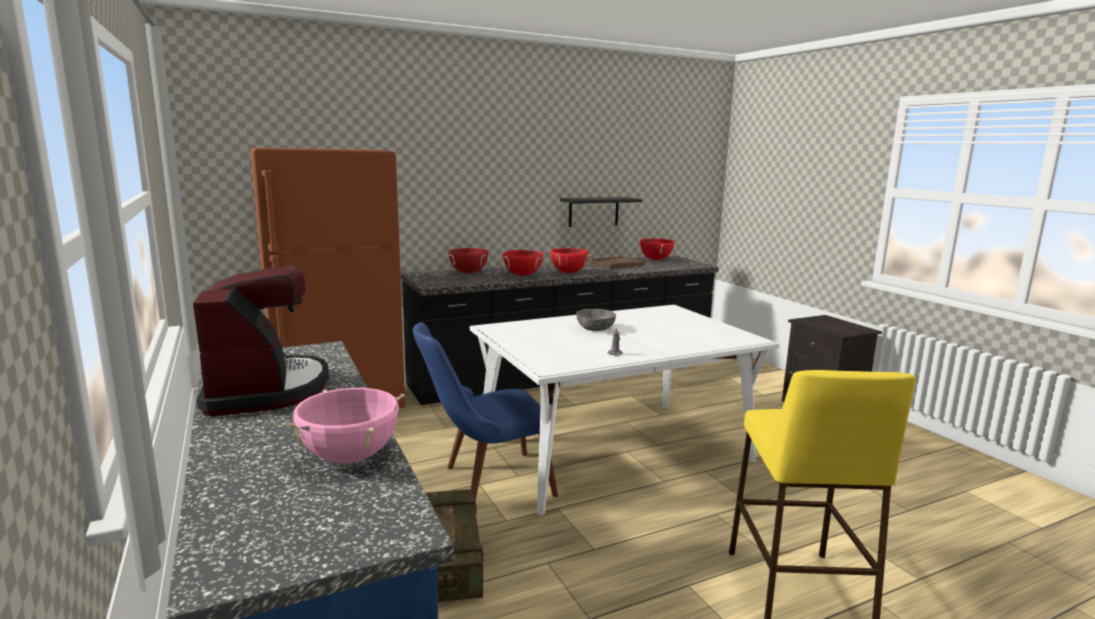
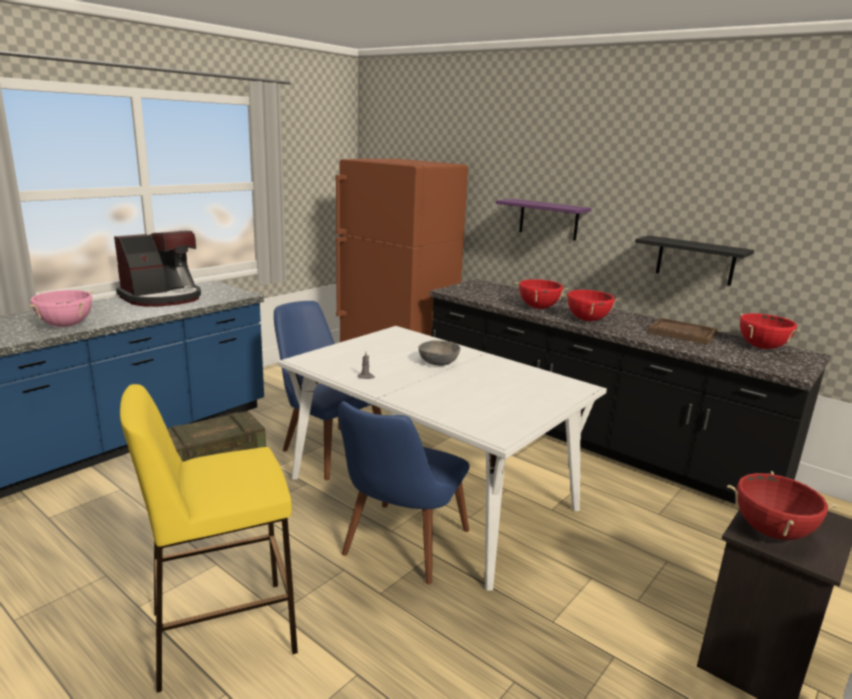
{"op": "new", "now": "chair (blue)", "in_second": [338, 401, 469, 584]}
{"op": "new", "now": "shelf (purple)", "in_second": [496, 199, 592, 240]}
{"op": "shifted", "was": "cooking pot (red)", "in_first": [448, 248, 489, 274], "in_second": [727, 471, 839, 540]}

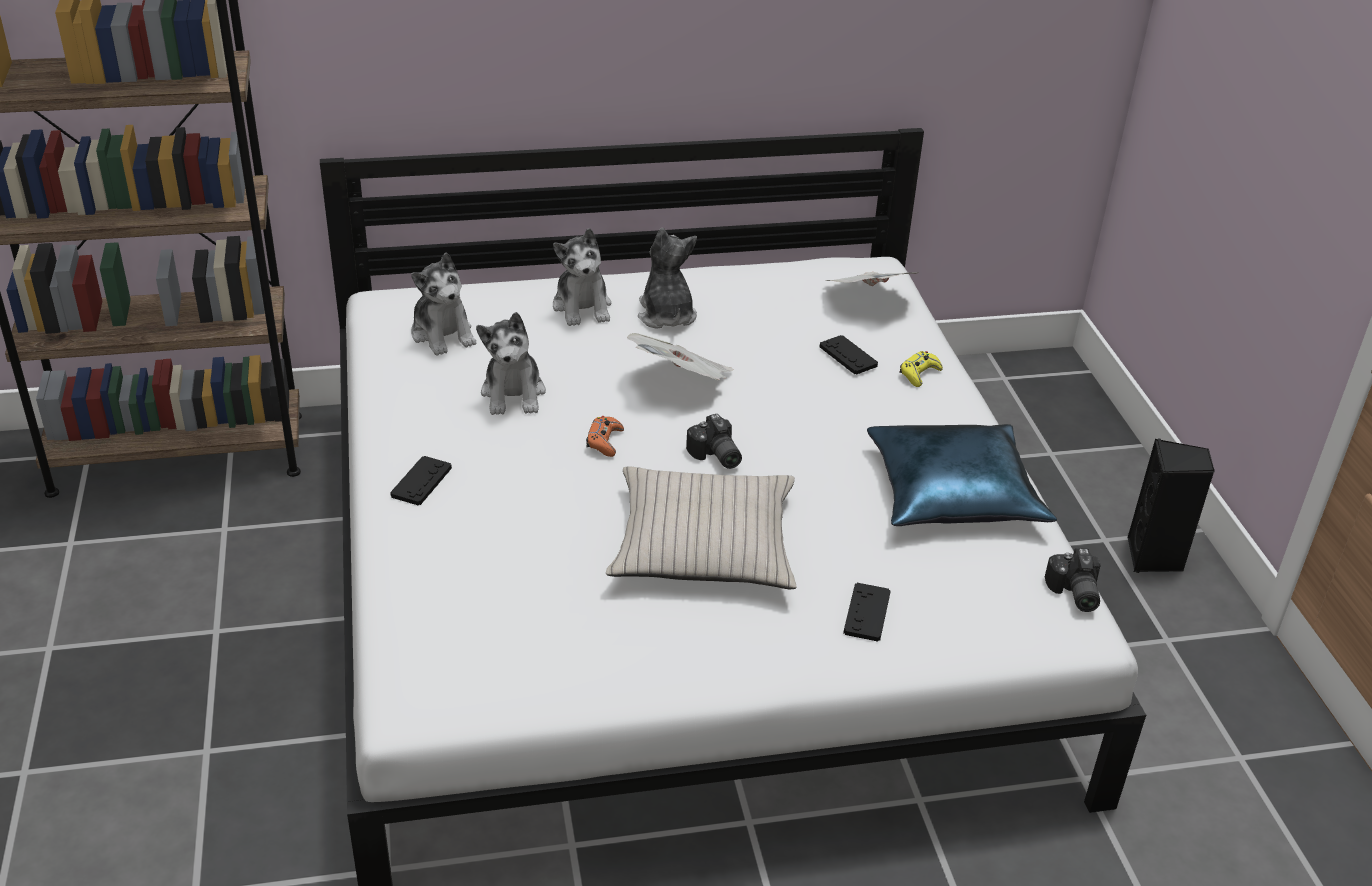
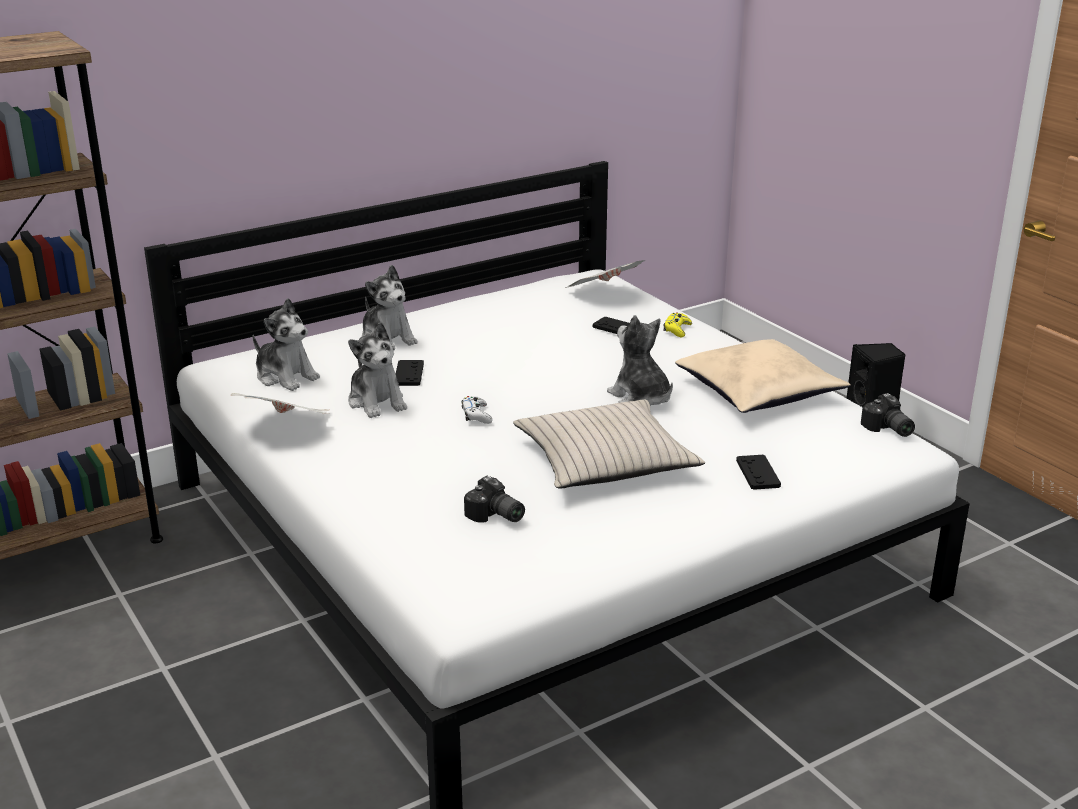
{"op": "shifted", "was": "newspaper", "in_first": [627, 333, 734, 381], "in_second": [231, 393, 329, 414]}
{"op": "shifted", "was": "game controller (black)", "in_first": [390, 456, 452, 505], "in_second": [396, 360, 424, 386]}
{"op": "repainted", "was": "game controller (orange)", "now": "game controller (white)", "in_first": [586, 416, 624, 457], "in_second": [461, 396, 492, 424]}
{"op": "shifted", "was": "photo camera", "in_first": [686, 414, 742, 469], "in_second": [464, 476, 525, 523]}
{"op": "shifted", "was": "plush toy", "in_first": [638, 228, 697, 329], "in_second": [607, 315, 673, 405]}
{"op": "repainted", "was": "pillow (blue)", "now": "pillow (beige)", "in_first": [867, 424, 1057, 526], "in_second": [675, 339, 851, 413]}

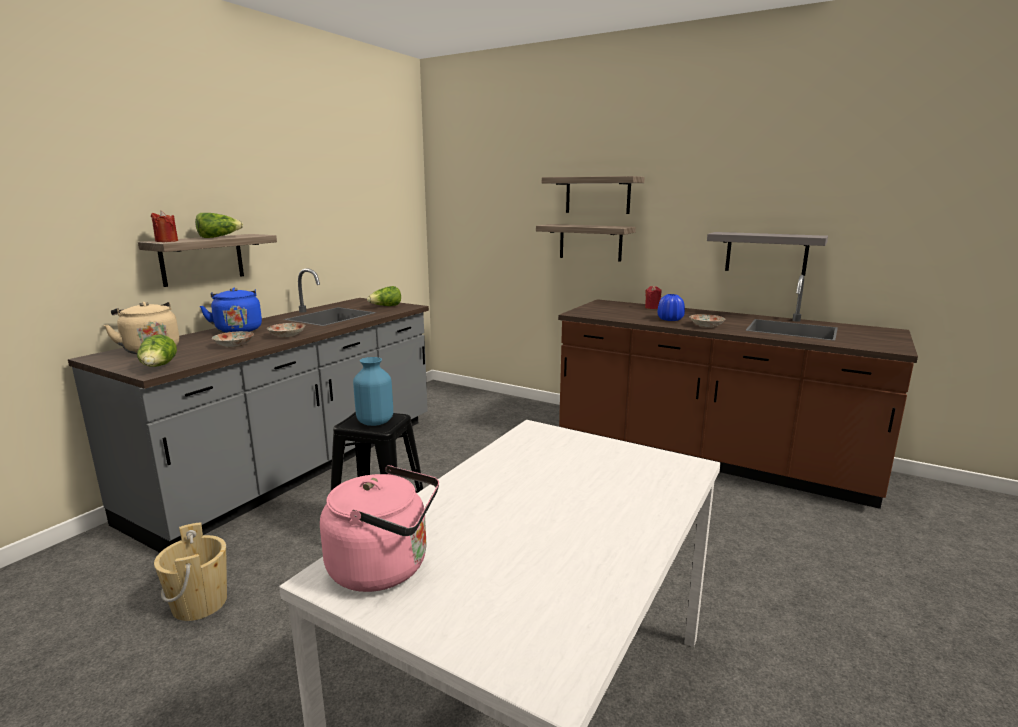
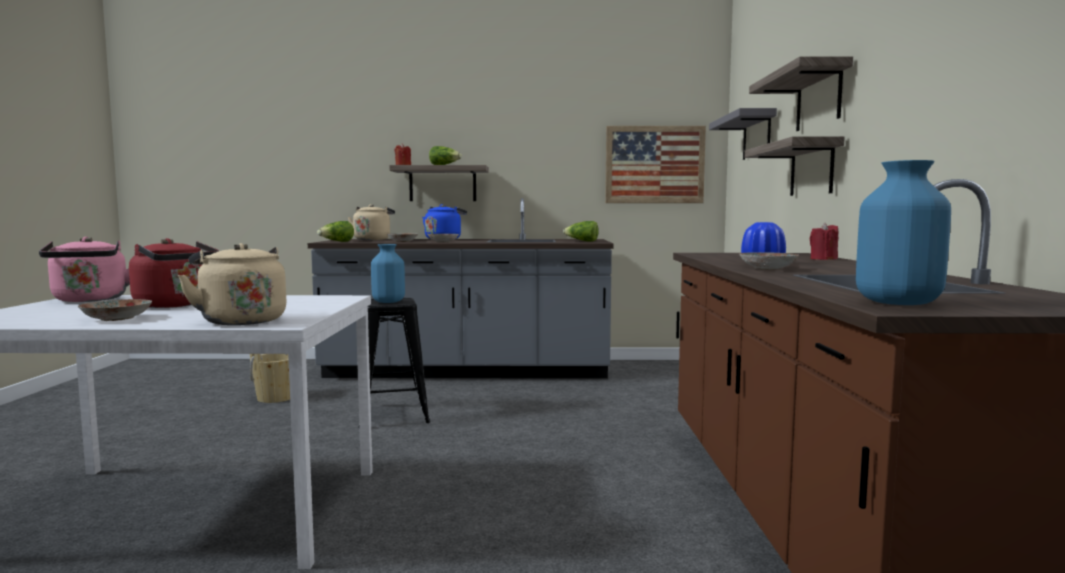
{"op": "new", "now": "plate", "in_second": [78, 299, 152, 321]}
{"op": "new", "now": "kettle (red)", "in_second": [129, 238, 219, 308]}
{"op": "new", "now": "kettle (beige)", "in_second": [178, 243, 286, 325]}
{"op": "new", "now": "picture", "in_second": [605, 126, 706, 203]}
{"op": "shifted", "was": "shelf (grey)", "in_first": [707, 232, 828, 276], "in_second": [709, 108, 777, 160]}
{"op": "new", "now": "vase (blue)", "in_second": [856, 160, 951, 305]}

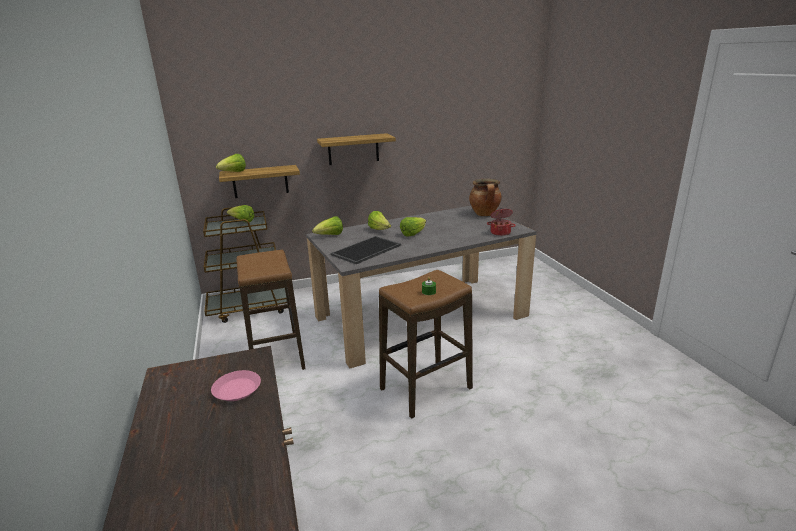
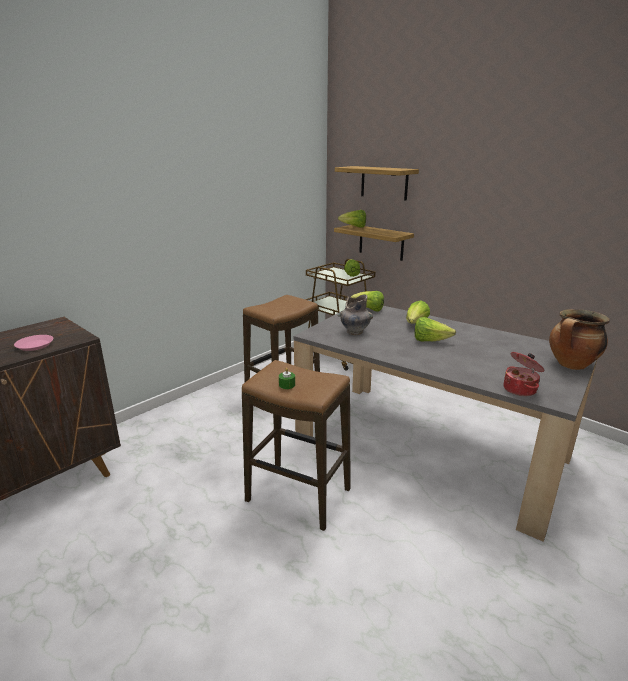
{"op": "shifted", "was": "shelf", "in_first": [317, 133, 396, 165], "in_second": [335, 166, 419, 201]}
{"op": "swapped", "was": "tray", "now": "vase (grey)", "in_first": [331, 236, 401, 264], "in_second": [337, 294, 373, 335]}

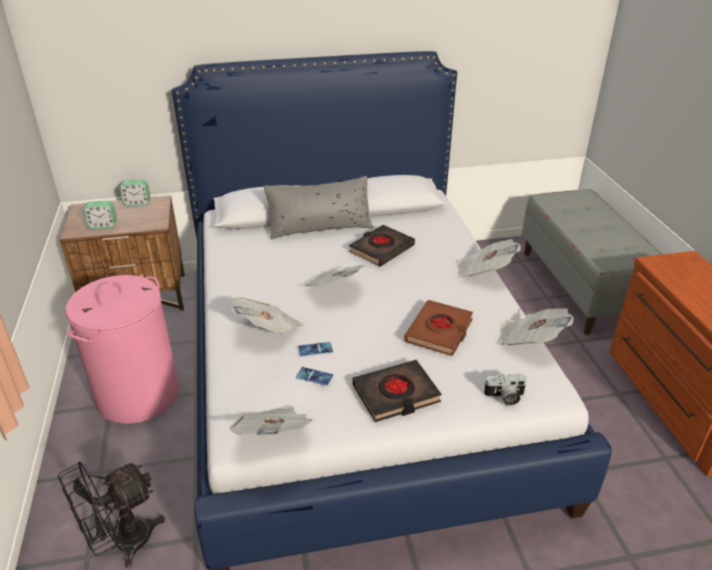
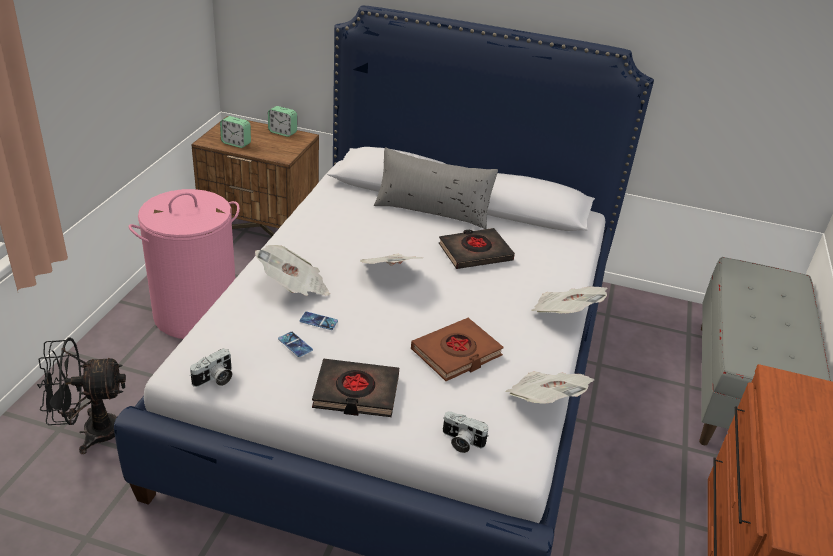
{"op": "swapped", "was": "newspaper", "now": "photo camera", "in_first": [230, 405, 312, 438], "in_second": [190, 348, 233, 387]}

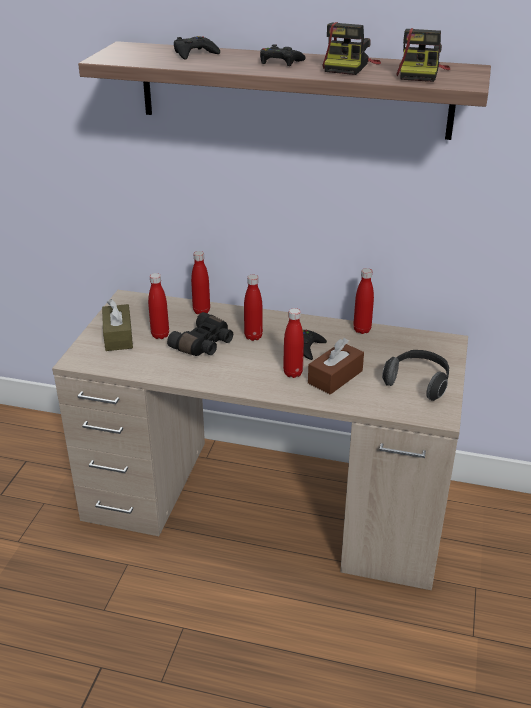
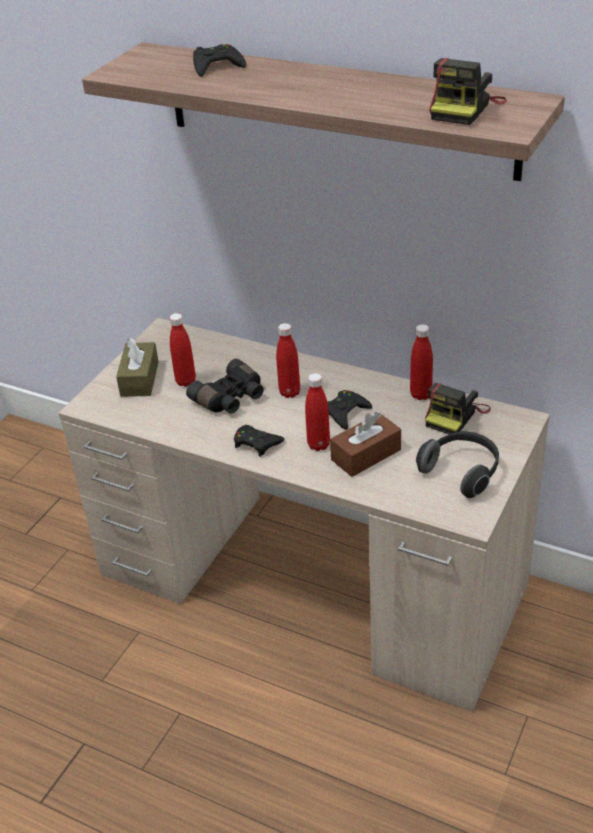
{"op": "shifted", "was": "game controller (black)", "in_first": [260, 44, 306, 66], "in_second": [234, 425, 284, 457]}
{"op": "shifted", "was": "photo camera", "in_first": [322, 22, 381, 75], "in_second": [425, 383, 491, 434]}
{"op": "gone", "was": "bottle (red)", "in_first": [191, 251, 210, 314]}

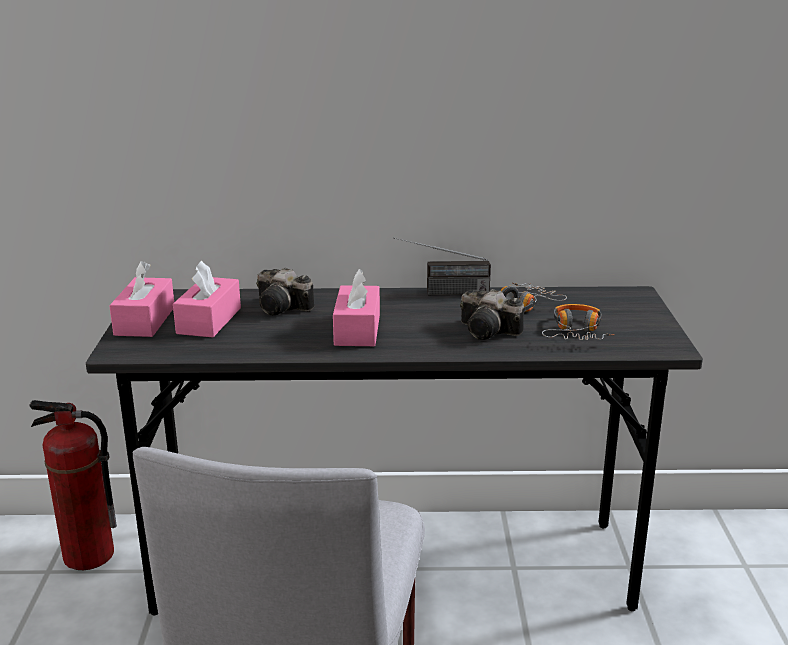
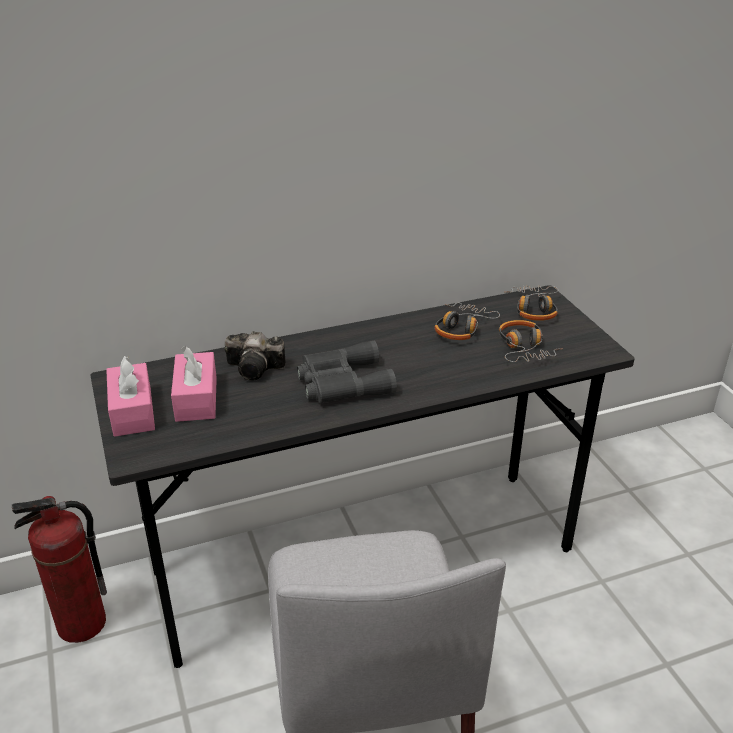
{"op": "swapped", "was": "tissue box (pink)", "now": "binoculars (grey)", "in_first": [333, 269, 380, 346], "in_second": [297, 341, 397, 403]}
{"op": "new", "now": "headphones", "in_second": [504, 285, 559, 321]}
{"op": "gone", "was": "radio", "in_first": [393, 238, 491, 295]}
{"op": "gone", "was": "photo camera", "in_first": [460, 289, 524, 340]}

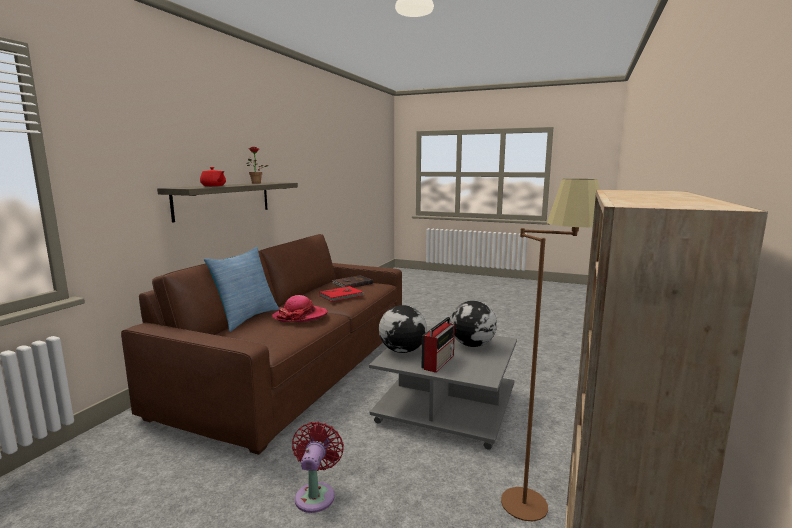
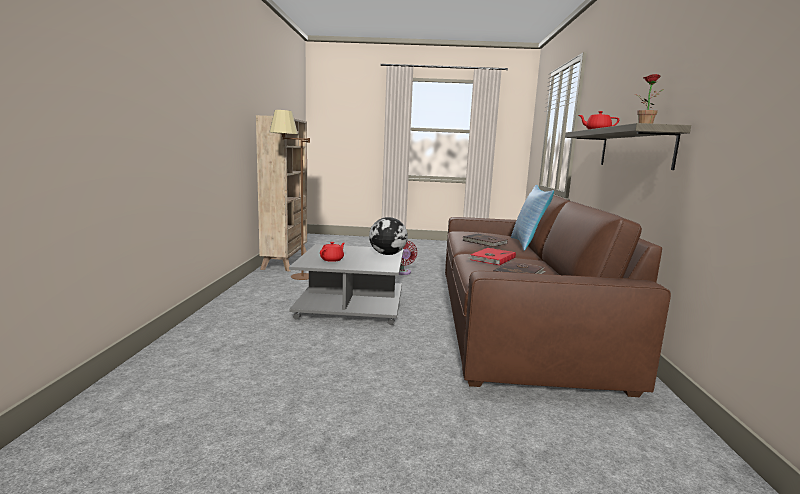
{"op": "swapped", "was": "globe", "now": "teapot (red)", "in_first": [450, 301, 497, 347], "in_second": [320, 242, 345, 262]}
{"op": "swapped", "was": "hat", "now": "book (brown)", "in_first": [272, 295, 328, 322], "in_second": [462, 234, 508, 247]}
{"op": "gone", "was": "radio", "in_first": [421, 317, 455, 373]}

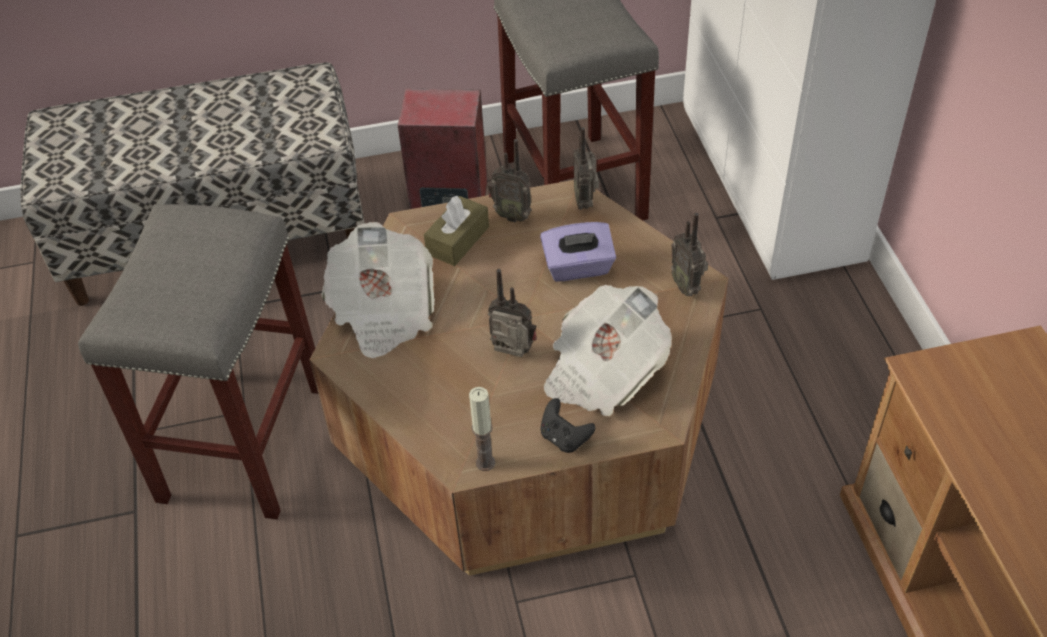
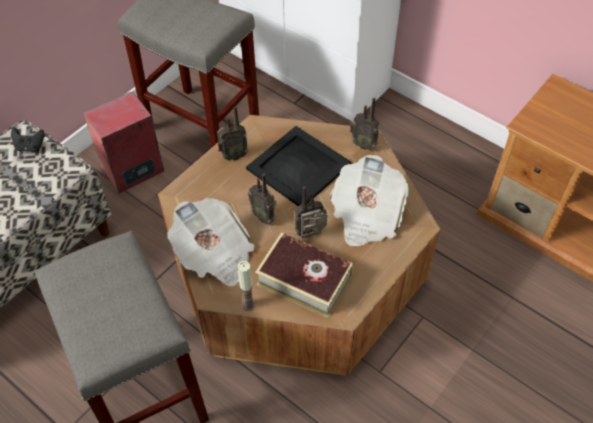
{"op": "shifted", "was": "game controller (black)", "in_first": [540, 398, 596, 453], "in_second": [11, 128, 45, 152]}
{"op": "shifted", "was": "candle", "in_first": [469, 387, 495, 471], "in_second": [237, 261, 255, 311]}
{"op": "swapped", "was": "tissue box (purple)", "now": "tray (black)", "in_first": [540, 222, 616, 282], "in_second": [246, 126, 351, 206]}
{"op": "shifted", "was": "radio", "in_first": [574, 127, 599, 210], "in_second": [248, 173, 276, 224]}
{"op": "new", "now": "book", "in_second": [255, 232, 353, 318]}
{"op": "gone", "was": "tissue box (brown)", "in_first": [424, 196, 489, 266]}

